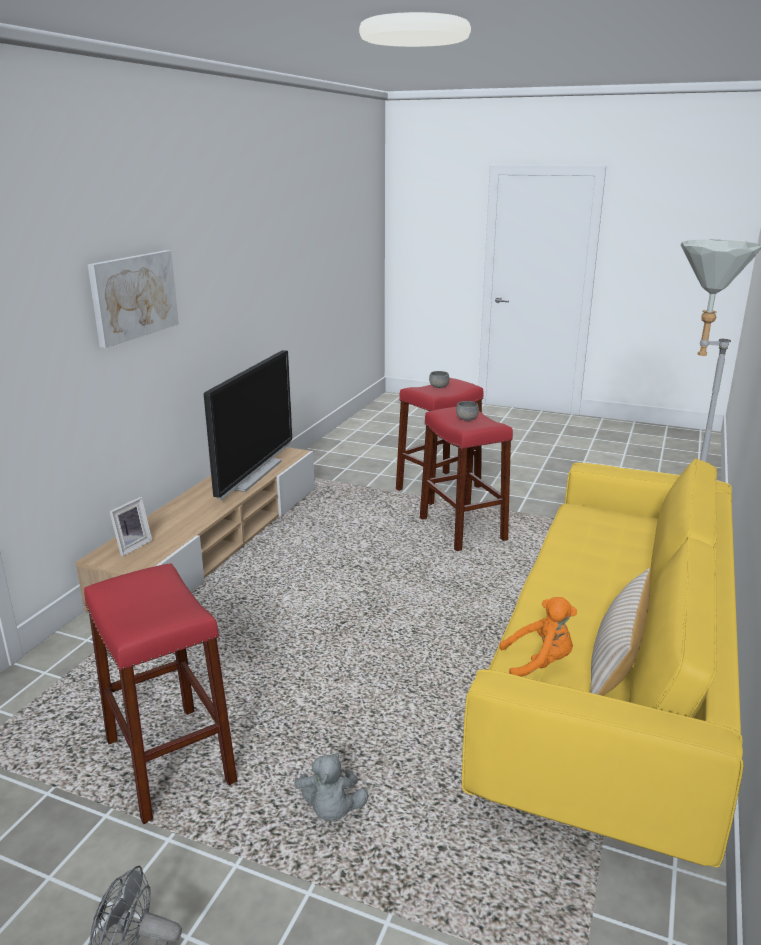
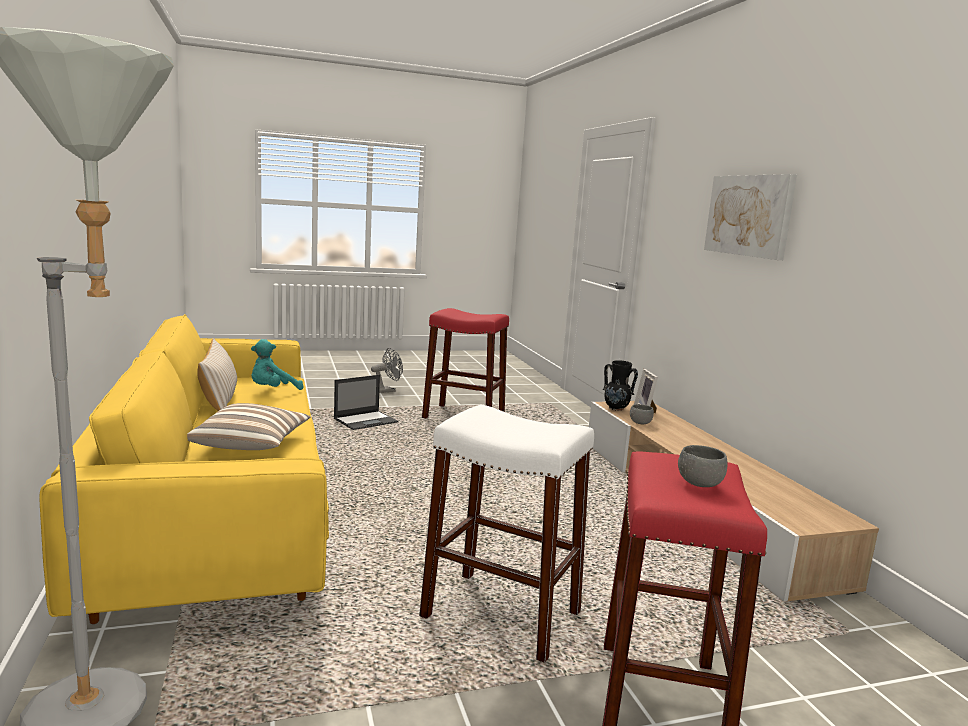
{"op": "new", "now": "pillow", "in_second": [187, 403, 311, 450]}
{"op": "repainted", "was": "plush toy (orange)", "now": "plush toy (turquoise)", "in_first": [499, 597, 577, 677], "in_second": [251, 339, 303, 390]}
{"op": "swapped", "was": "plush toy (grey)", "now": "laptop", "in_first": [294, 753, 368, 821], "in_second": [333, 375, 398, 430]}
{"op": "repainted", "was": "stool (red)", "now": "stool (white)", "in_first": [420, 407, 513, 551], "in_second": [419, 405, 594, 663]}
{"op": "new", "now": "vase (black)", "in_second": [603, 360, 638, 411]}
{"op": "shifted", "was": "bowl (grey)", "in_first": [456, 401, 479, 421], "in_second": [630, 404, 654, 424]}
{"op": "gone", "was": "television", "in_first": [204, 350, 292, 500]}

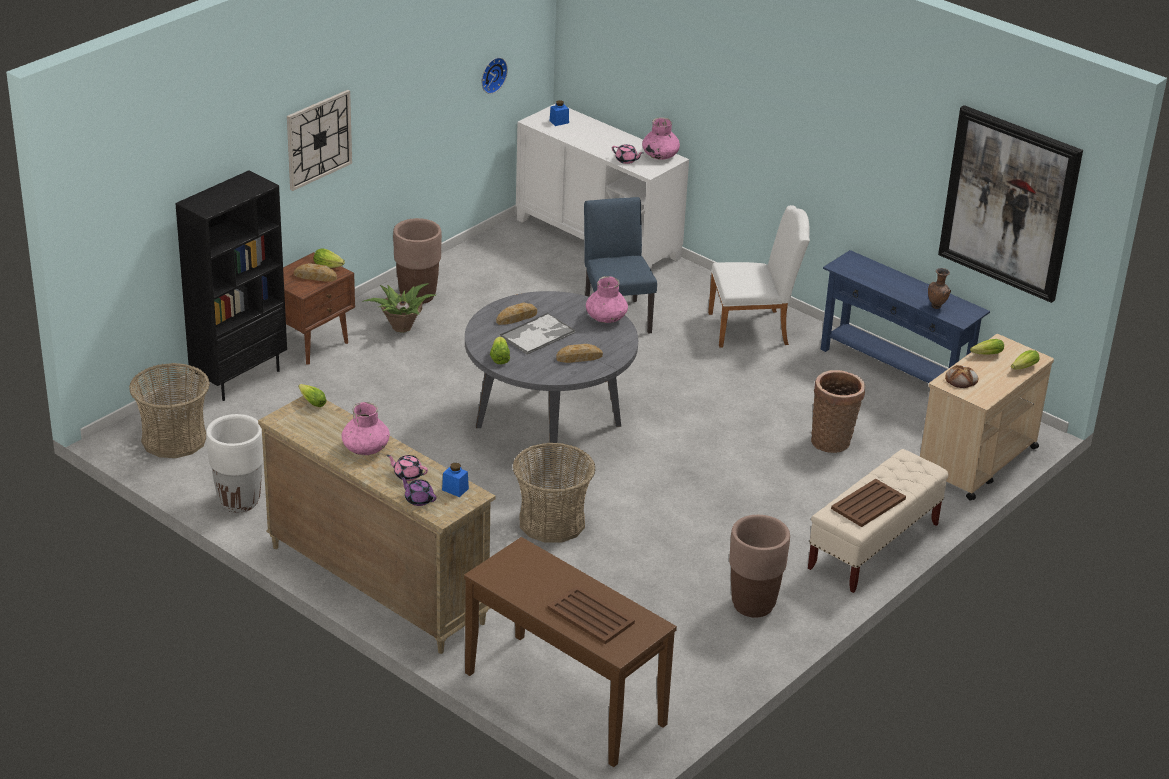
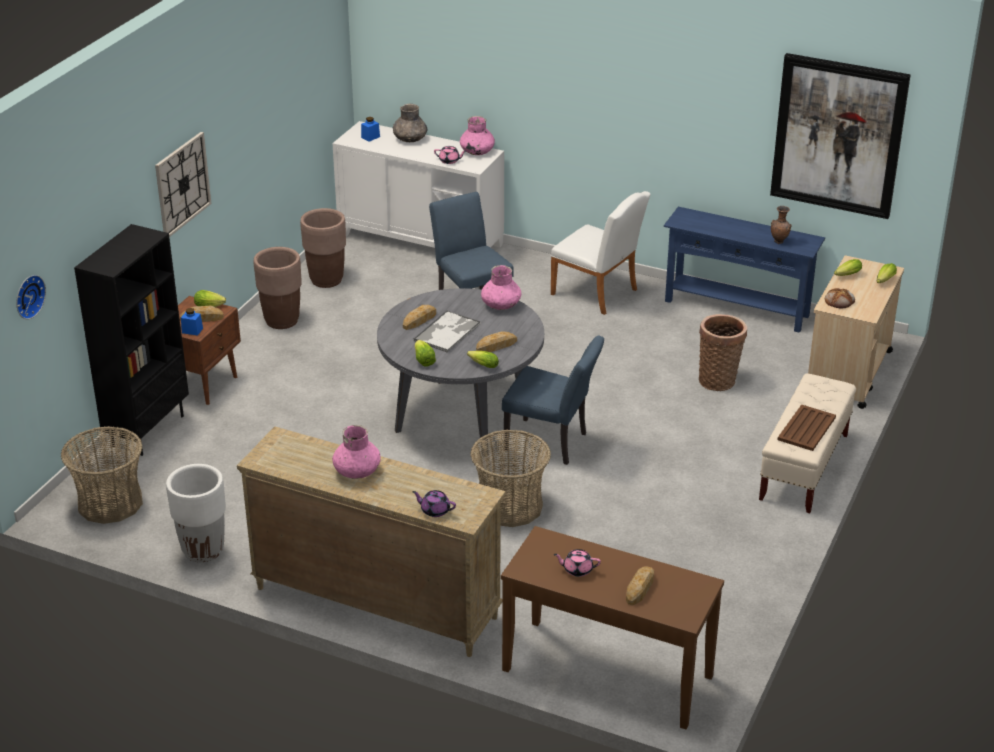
{"op": "shifted", "was": "wall clock", "in_first": [482, 57, 508, 94], "in_second": [16, 275, 46, 319]}
{"op": "shifted", "was": "jar (blue)", "in_first": [442, 463, 469, 497], "in_second": [181, 308, 203, 336]}
{"op": "shifted", "was": "planter (brown)", "in_first": [729, 515, 790, 618], "in_second": [300, 208, 346, 288]}
{"op": "new", "now": "vase (grey)", "in_second": [393, 104, 428, 142]}
{"op": "shifted", "was": "lettuce", "in_first": [299, 384, 327, 407], "in_second": [467, 351, 499, 368]}
{"op": "new", "now": "chair (blue)", "in_second": [502, 335, 604, 465]}
{"op": "rotated", "was": "chair (white)", "in_first": [708, 205, 810, 348], "in_second": [551, 191, 651, 315], "clockwise": 60}
{"op": "shifted", "was": "teapot (pink)", "in_first": [387, 455, 428, 481], "in_second": [554, 549, 601, 577]}
{"op": "swapped", "was": "tray (brown)", "now": "bread", "in_first": [547, 586, 635, 644], "in_second": [626, 566, 654, 605]}
{"op": "gone", "was": "potted plant", "in_first": [362, 283, 436, 333]}

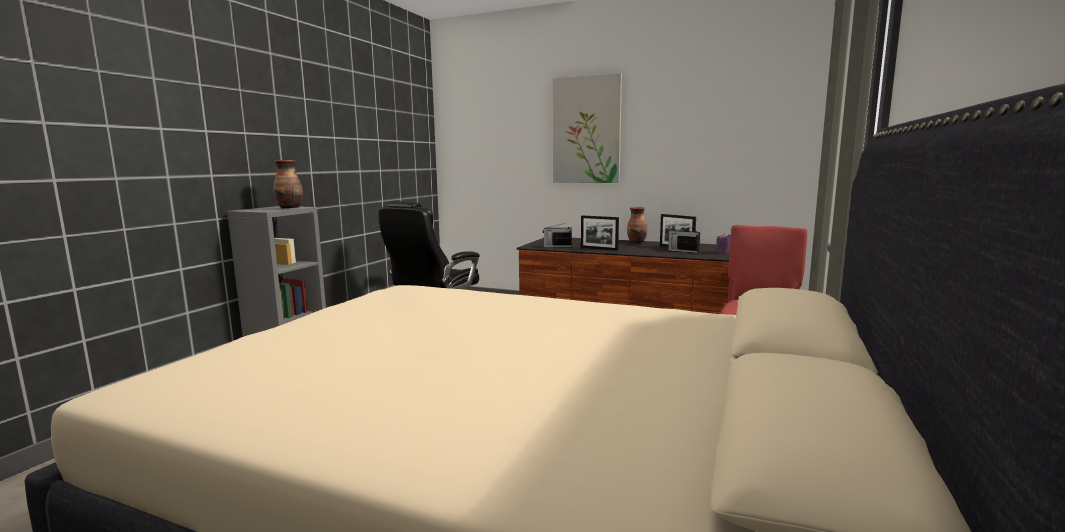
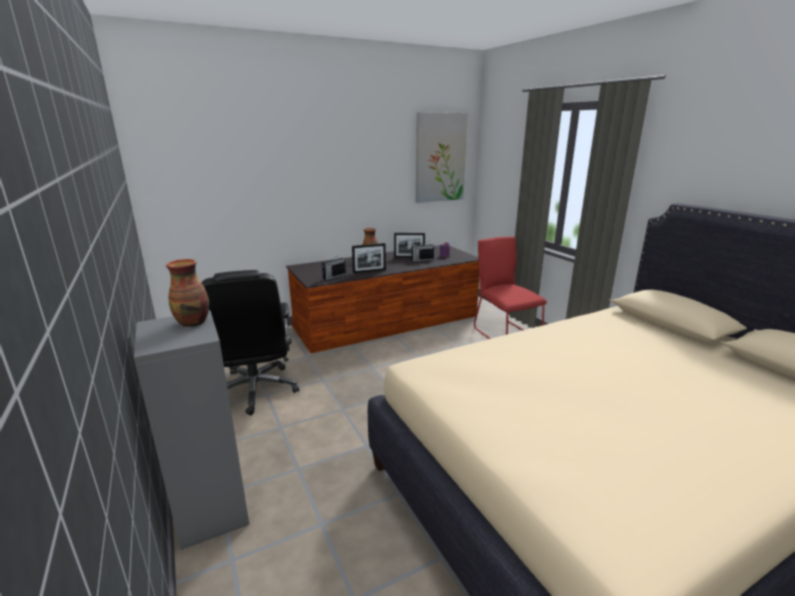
{"op": "shifted", "was": "picture", "in_first": [553, 73, 622, 183], "in_second": [416, 112, 468, 203]}

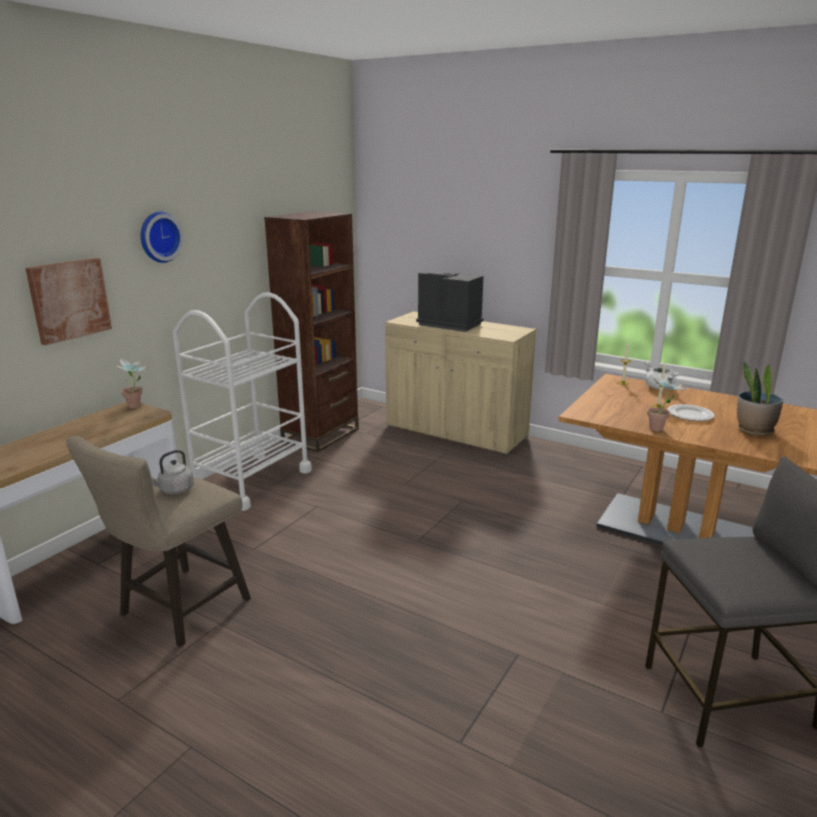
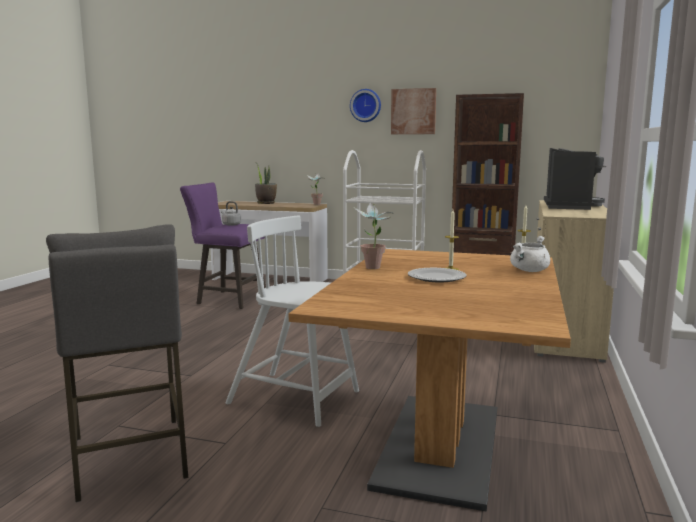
{"op": "repainted", "was": "stool (beige)", "now": "stool (purple)", "in_first": [66, 436, 251, 647], "in_second": [180, 182, 266, 309]}
{"op": "new", "now": "chair (white)", "in_second": [225, 216, 359, 427]}
{"op": "shifted", "was": "potted plant", "in_first": [737, 362, 783, 436], "in_second": [255, 164, 277, 204]}
{"op": "shifted", "was": "picture", "in_first": [25, 258, 112, 345], "in_second": [391, 88, 436, 134]}

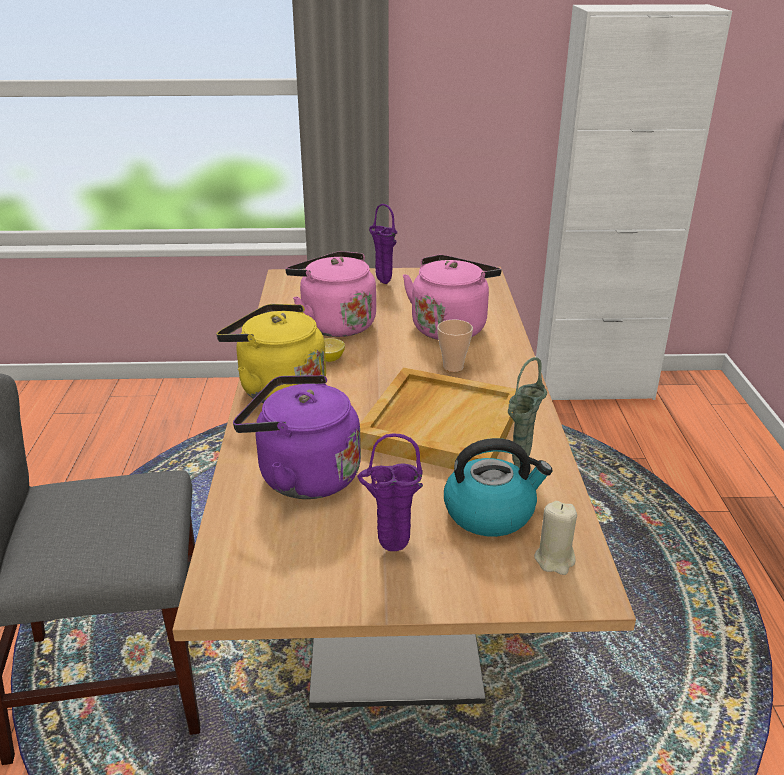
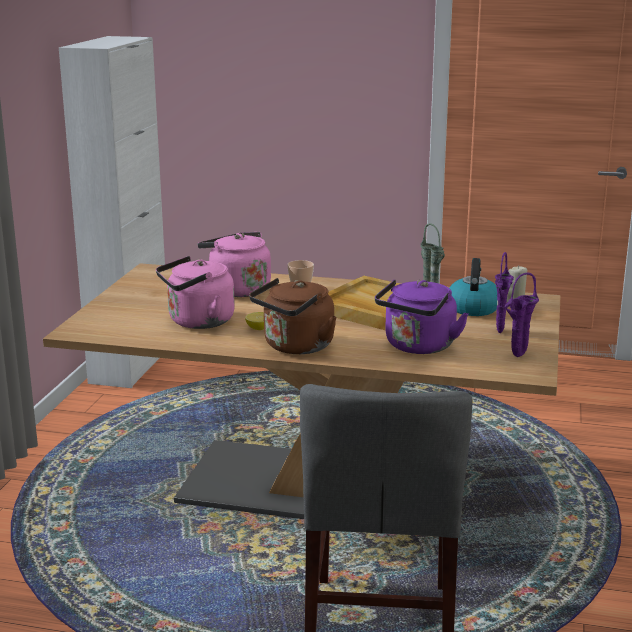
{"op": "repainted", "was": "kettle (yellow)", "now": "kettle (brown)", "in_first": [217, 304, 326, 403], "in_second": [249, 278, 337, 354]}
{"op": "shifted", "was": "vase (purple)", "in_first": [369, 204, 397, 284], "in_second": [505, 273, 539, 357]}

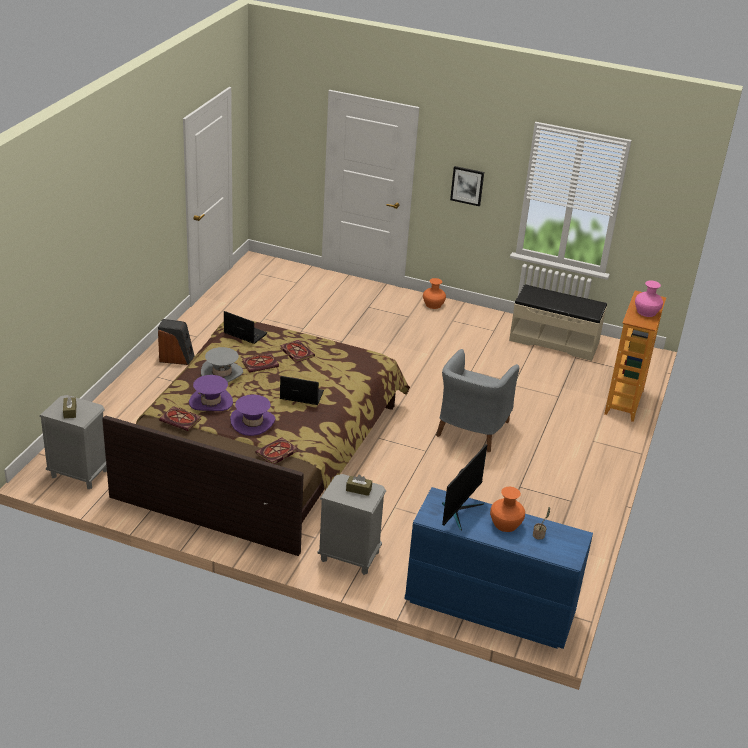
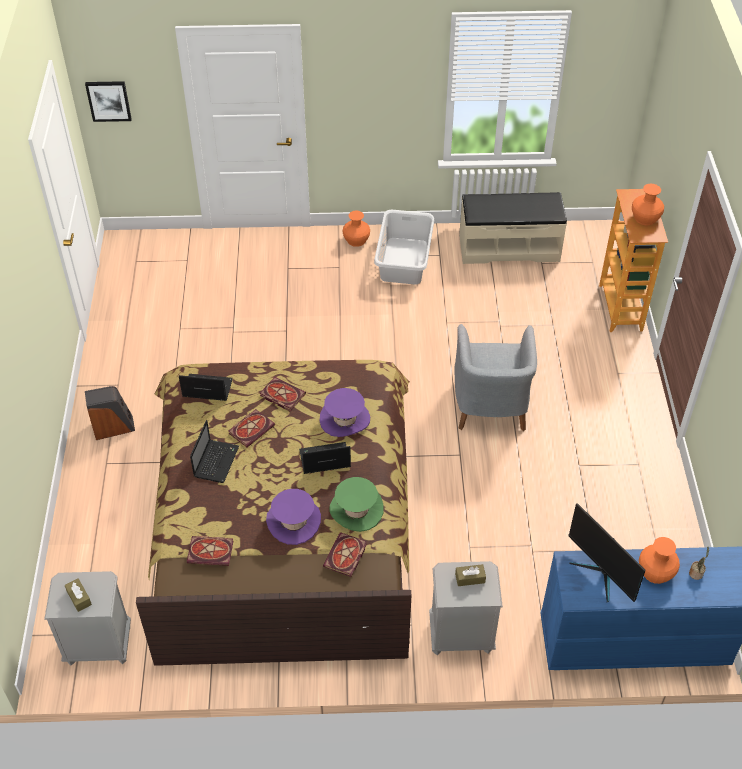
{"op": "shifted", "was": "picture", "in_first": [450, 166, 484, 207], "in_second": [85, 81, 132, 122]}
{"op": "swapped", "was": "hat (grey)", "now": "laptop", "in_first": [201, 347, 243, 382], "in_second": [190, 420, 239, 483]}
{"op": "shifted", "was": "hat (purple)", "in_first": [189, 375, 233, 411], "in_second": [319, 388, 370, 437]}
{"op": "new", "now": "hat (green)", "in_second": [329, 477, 384, 532]}
{"op": "new", "now": "laundry basket (grey)", "in_second": [374, 210, 434, 285]}
{"op": "rotated", "was": "monitor", "in_first": [442, 444, 487, 530], "in_second": [568, 503, 646, 602], "clockwise": 135}
{"op": "repainted", "was": "vase (pink)", "now": "vase (orange)", "in_first": [635, 280, 663, 317], "in_second": [632, 184, 664, 225]}

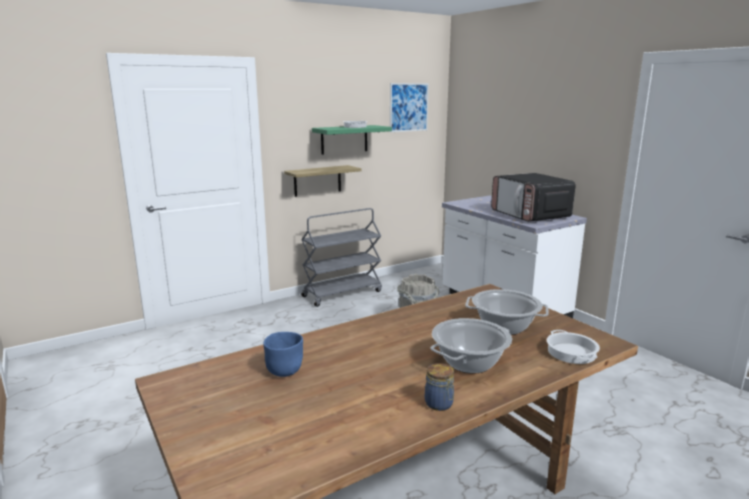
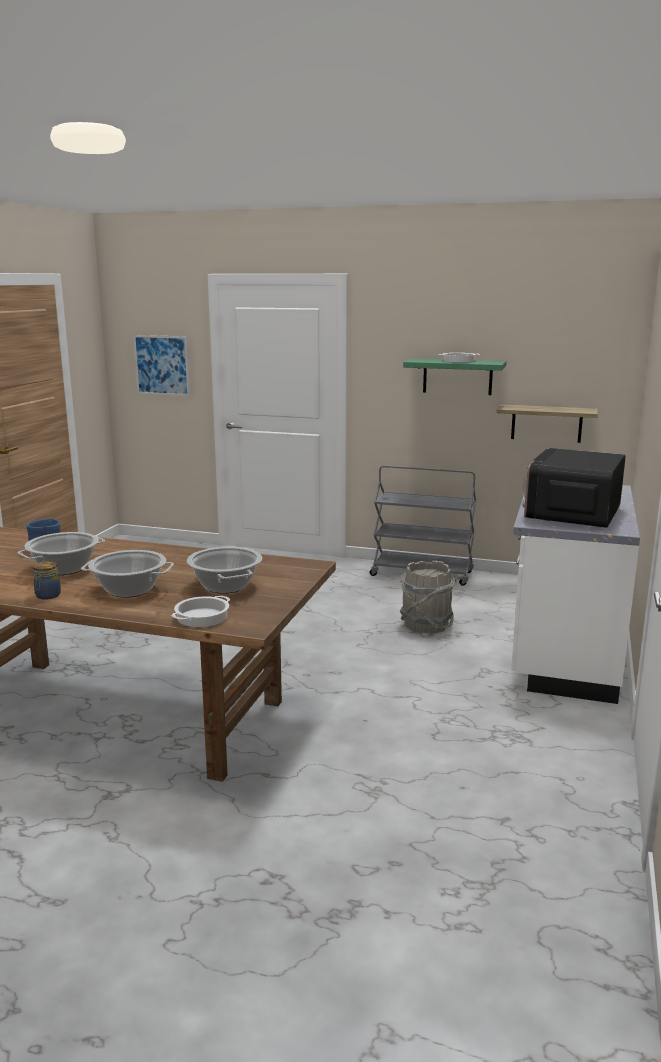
{"op": "new", "now": "cooking pot", "in_second": [18, 532, 105, 575]}
{"op": "shifted", "was": "picture", "in_first": [390, 83, 429, 132], "in_second": [133, 335, 190, 396]}
{"op": "shifted", "was": "shelf", "in_first": [284, 165, 362, 197], "in_second": [496, 404, 598, 443]}

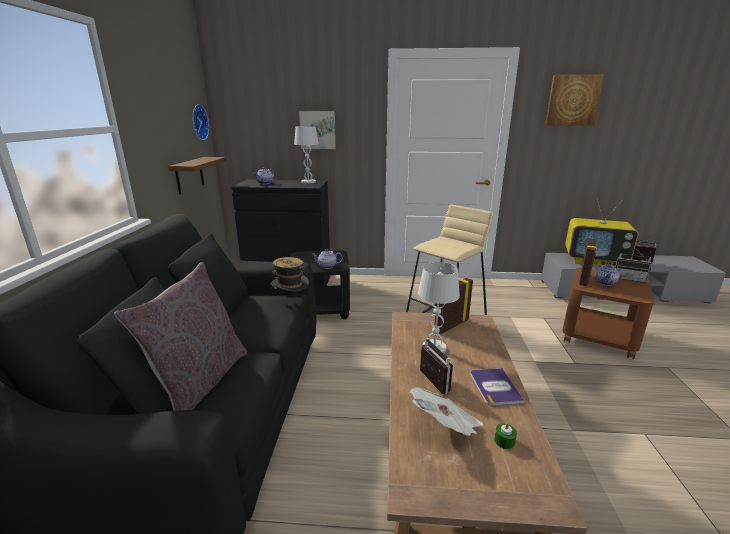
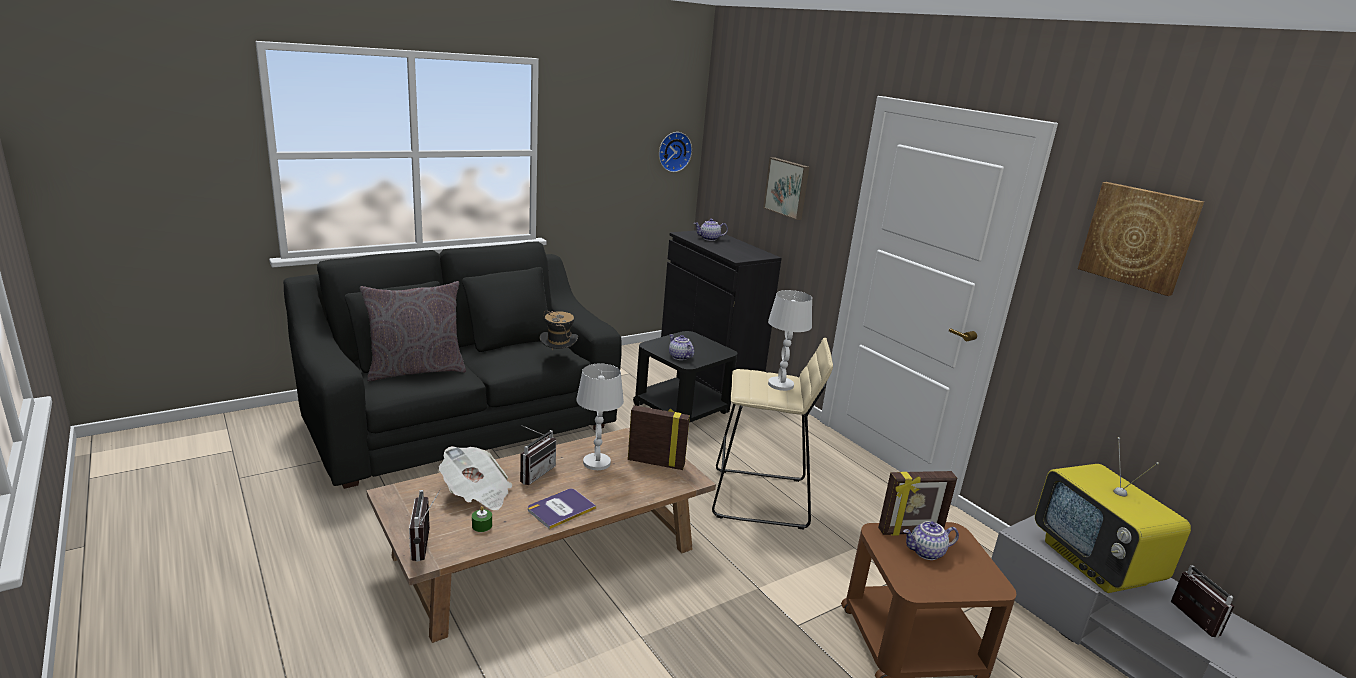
{"op": "shifted", "was": "radio", "in_first": [615, 247, 651, 283], "in_second": [409, 489, 441, 561]}
{"op": "shifted", "was": "table lamp (white)", "in_first": [294, 126, 319, 184], "in_second": [768, 290, 812, 391]}
{"op": "gone", "was": "shelf (brown)", "in_first": [168, 157, 227, 195]}

